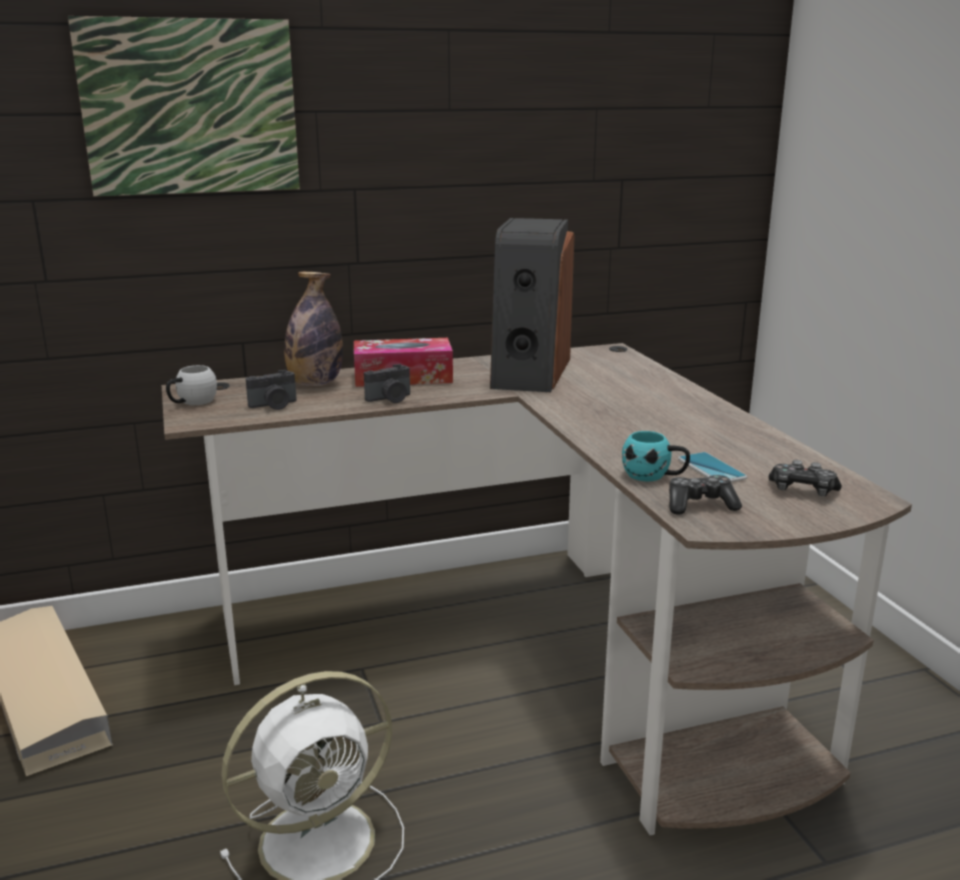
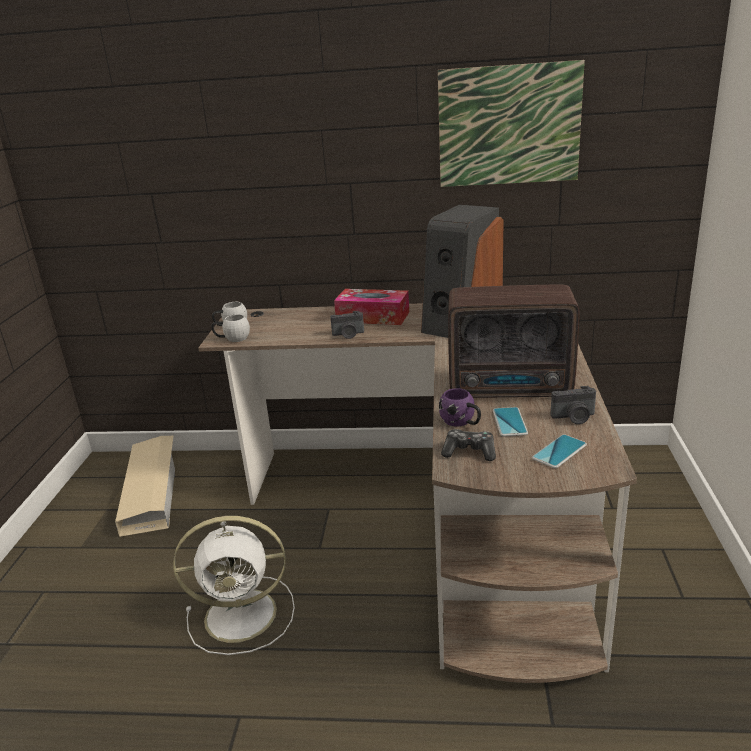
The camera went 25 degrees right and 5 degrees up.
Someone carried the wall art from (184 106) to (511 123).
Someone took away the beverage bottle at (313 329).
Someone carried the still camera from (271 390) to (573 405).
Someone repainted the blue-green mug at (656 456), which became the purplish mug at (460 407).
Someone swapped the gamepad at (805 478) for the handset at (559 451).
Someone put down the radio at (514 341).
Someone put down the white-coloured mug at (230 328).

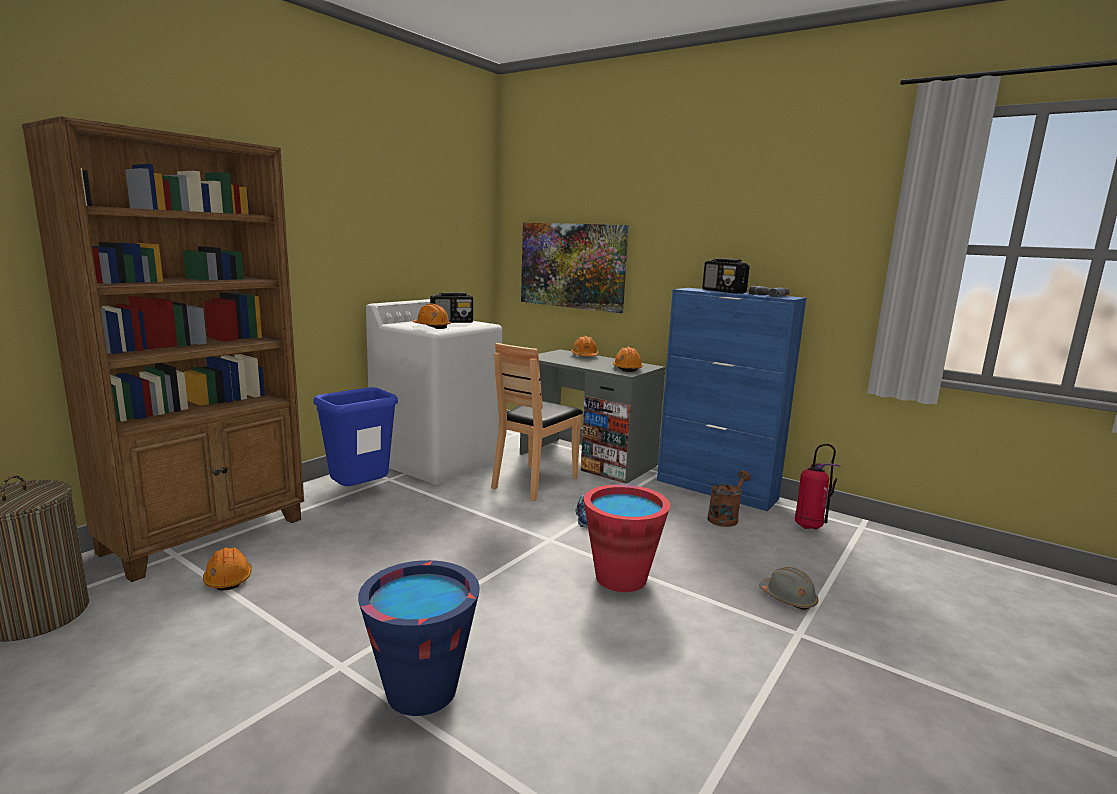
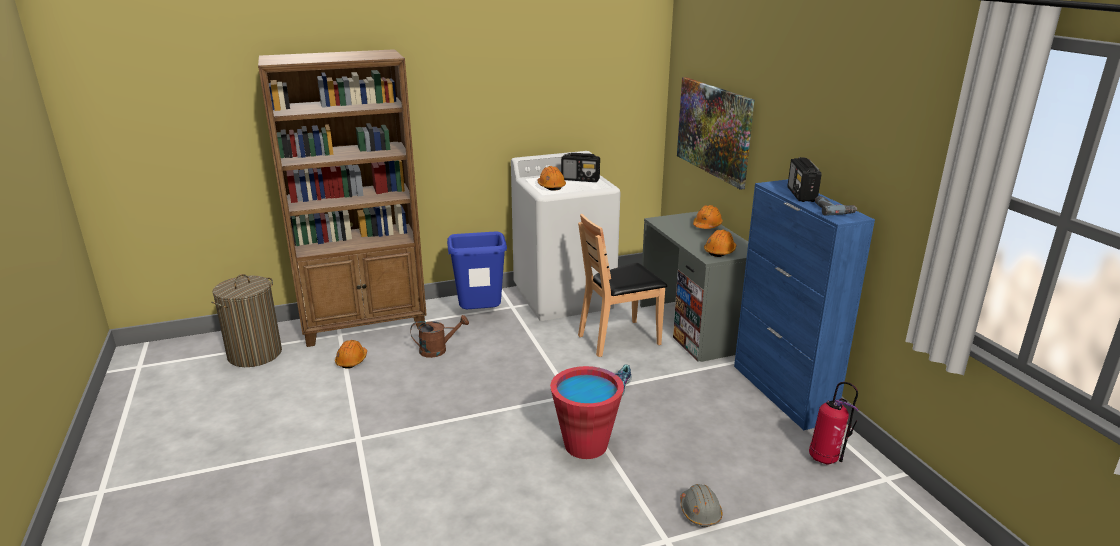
The camera went 35 degrees right and 10 degrees up.
Someone carried the brown sprinkling can from (729 498) to (439 336).
Someone took away the blue-coloured bucket at (419 638).

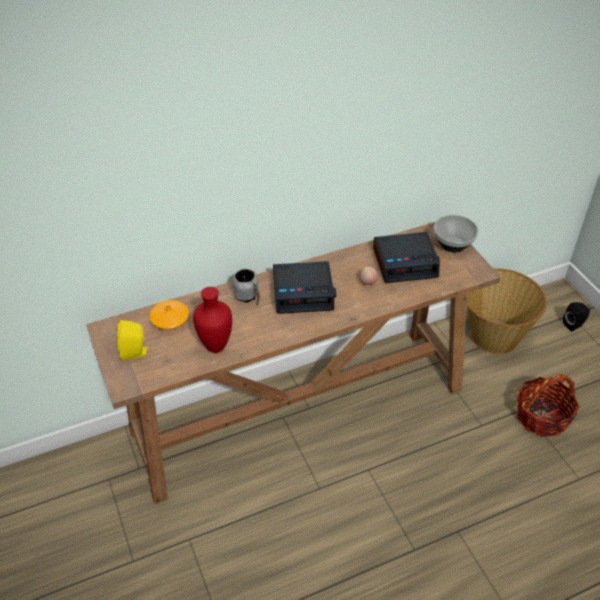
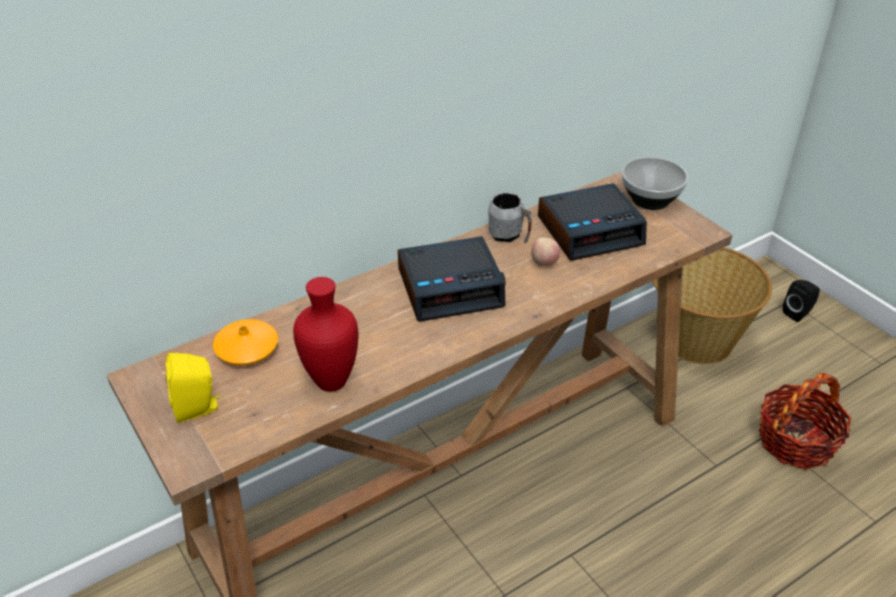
The camera went 10 degrees left and 5 degrees down.
Someone carried the greyish mug from (246 287) to (510 218).

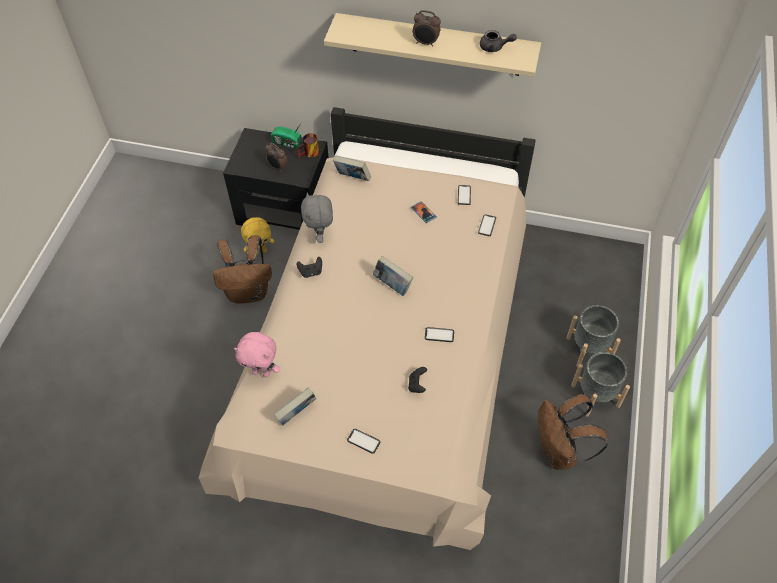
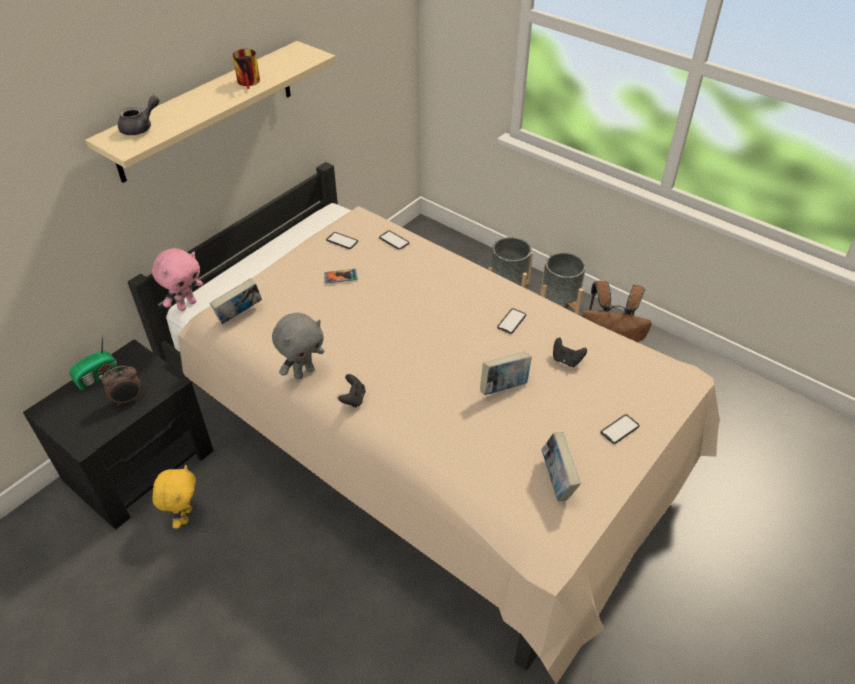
The camera went 65 degrees left and 10 degrees down.
Someone took away the table clock at (426 28).
Someone carried the greyish tea pot from (498 41) to (139 115).
Someone carried the mug from (308 145) to (246 69).
Someone rotated the greyish plush toy at (317 217) by 60 degrees counterclockwise.
Someone took away the brown knapsack at (242 269).
Someone carried the book from (393 276) to (506 373).
Someone carried the pinkish plush toy from (257 354) to (177 279).

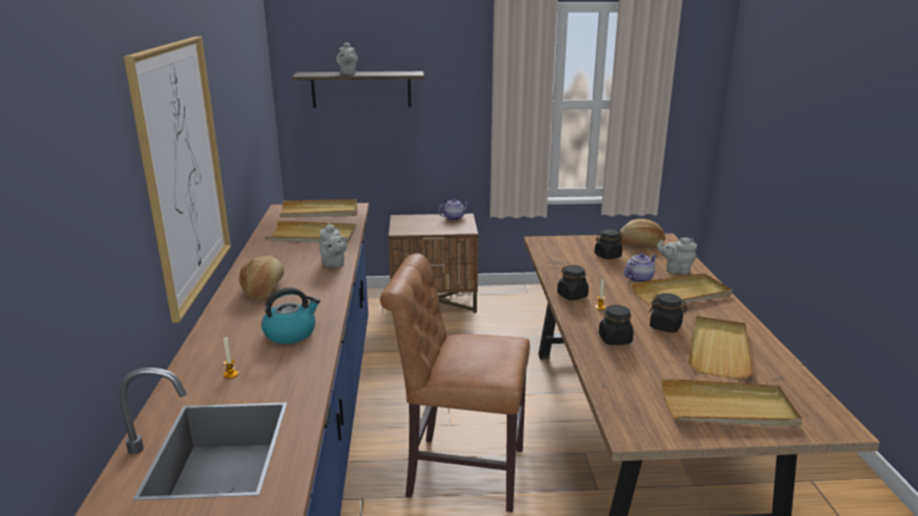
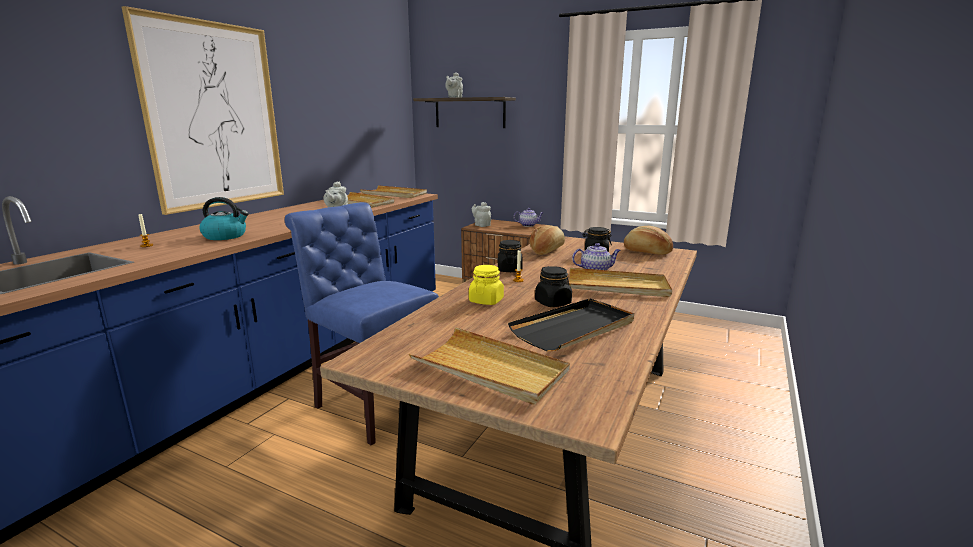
The camera went 30 degrees right and 5 degrees down.
Someone carried the greyish tea pot from (677 255) to (481 214).
Someone repainted the brown chair at (455 382), which became the blue-coloured chair at (362 323).
Someone carried the baked bread from (261 278) to (547 240).
Someone repainted the black preserve jar at (616 325), which became the yellow-coloured preserve jar at (486 285).
Someone repainted the sand-coloured tray at (721 347), which became the black tray at (571 324).

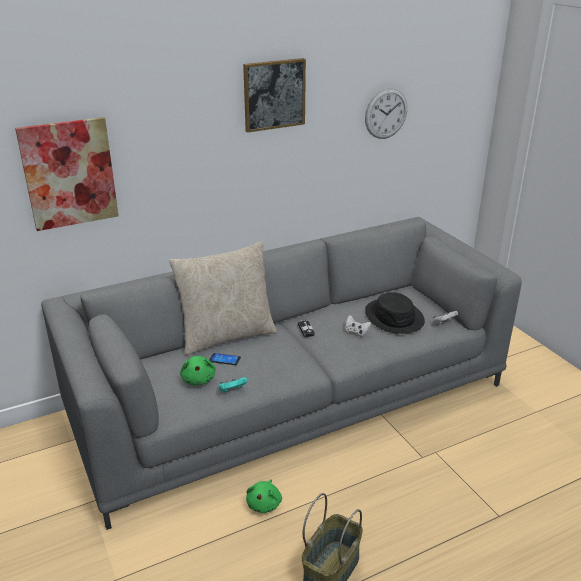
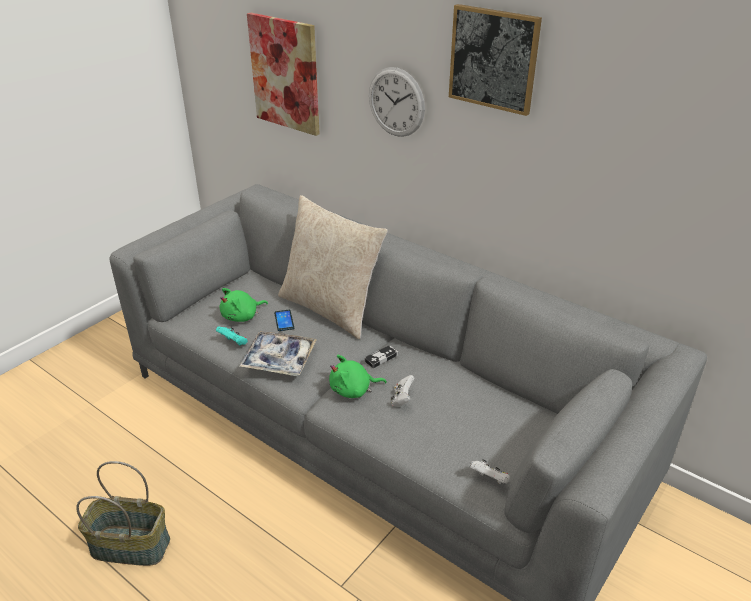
The camera went 65 degrees right and 5 degrees up.
Someone carried the hanging clock from (386 113) to (397 102).
Someone took away the black clothing hat at (395 313).
Someone carried the greenish plush toy from (264 496) to (358 376).
Someone put down the tray at (278 353).

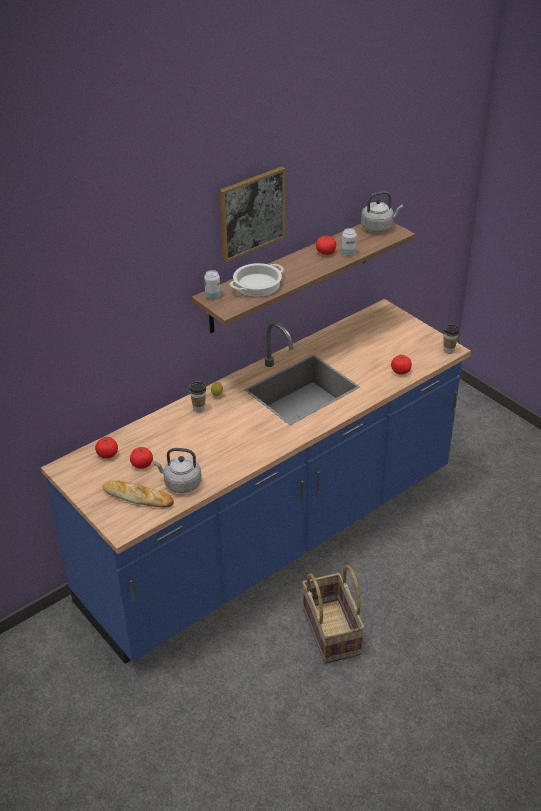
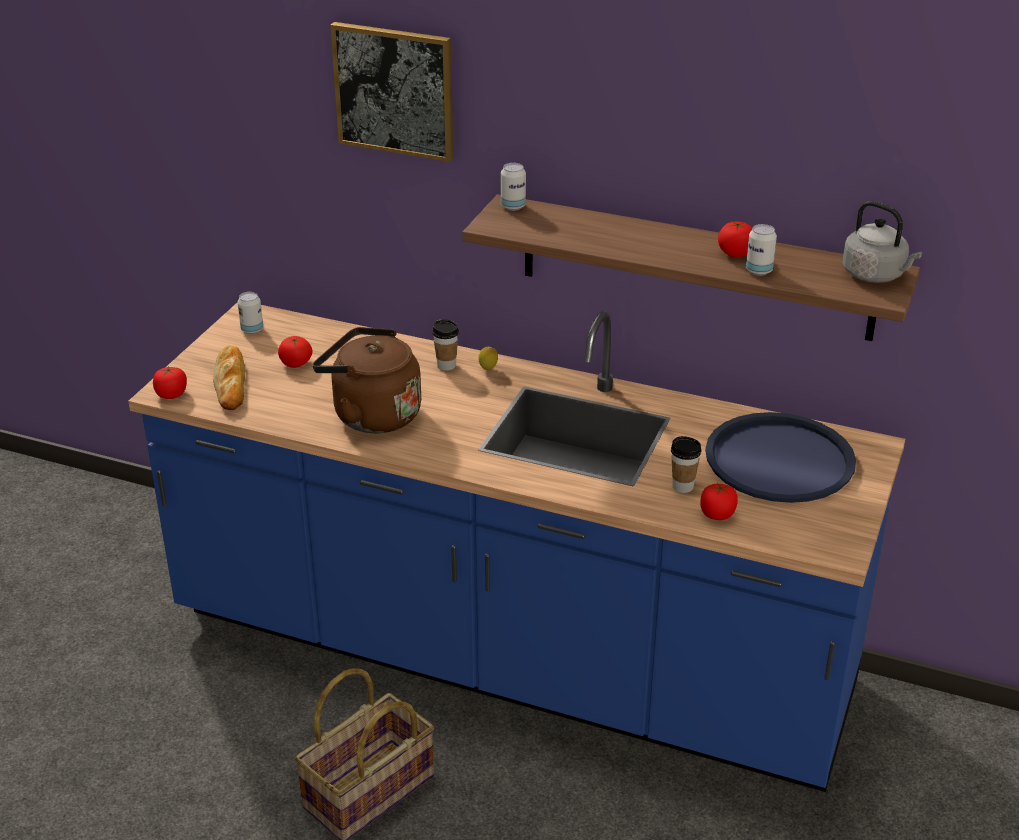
The camera went 60 degrees right and 5 degrees down.
Someone carried the wall art from (252 214) to (392 92).
Someone took away the stockpot at (257 280).
Someone carried the small cup from (451 339) to (686 464).
Someone carried the whole tomato from (106 448) to (170 382).
Someone took away the greyish tea kettle at (177 470).
Someone put down the can at (250 313).
Someone put down the brown tea kettle at (367 380).
Someone put down the blue-coloured tray at (780 457).

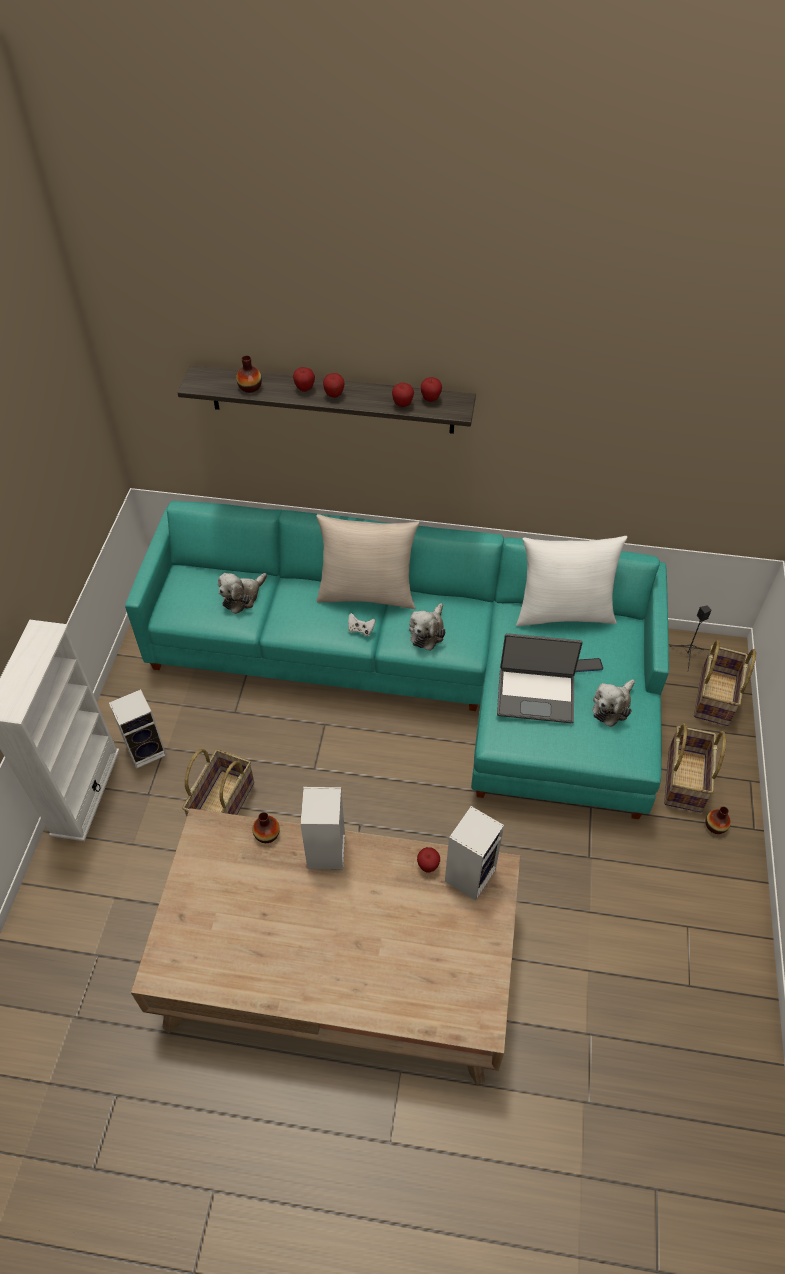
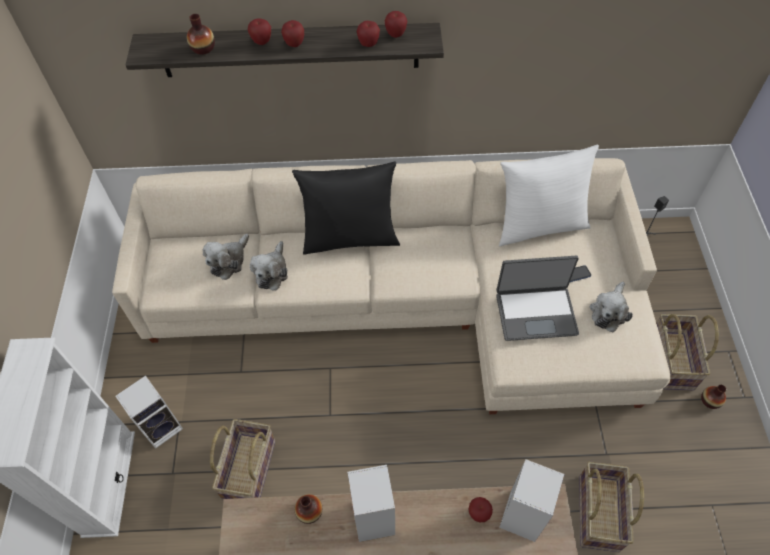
The camera went 10 degrees left and 5 degrees up.
Someone repainted the blue-green couch at (397 660), which became the sand-coloured couch at (391 286).
Someone repainted the sand-coloured pillow at (368 561), which became the black pillow at (346 208).
Someone carried the plush toy from (427 627) to (269 266).
Someone took away the white-coloured gamepad at (362 624).
Someone carried the household basket from (725 683) to (611 506).

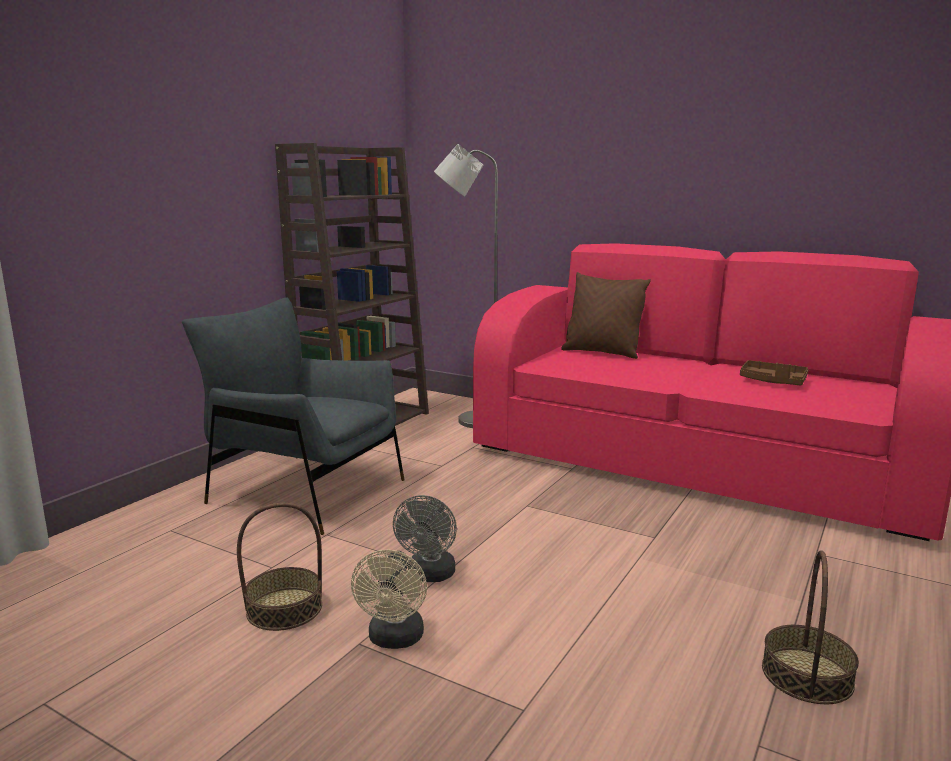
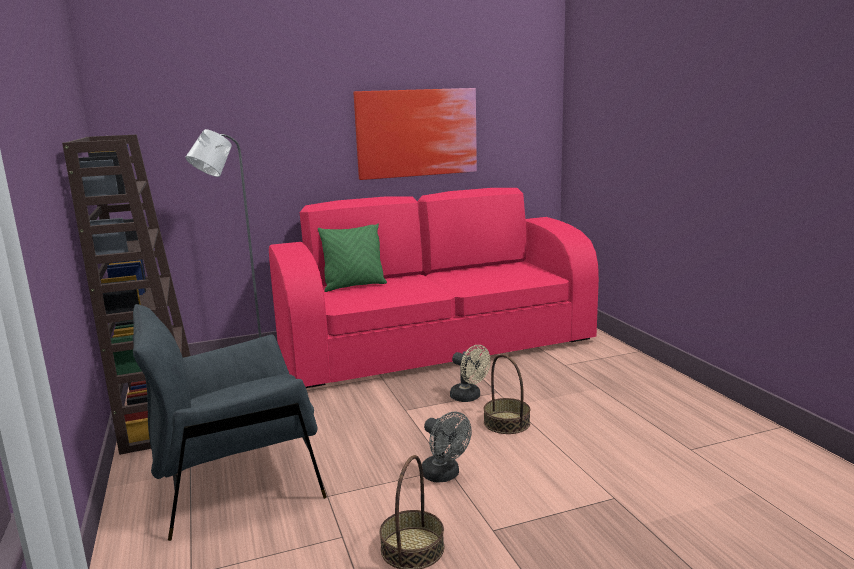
The camera went 50 degrees left and 0 degrees up.
Someone repainted the brown pillow at (606 315), which became the greenish pillow at (352 258).
Someone took away the brown tray at (774 372).
Someone carried the sand-coloured fan from (389 599) to (470 373).
Someone carried the household basket from (810 627) to (507 394).
Someone put up the wall art at (415 134).

